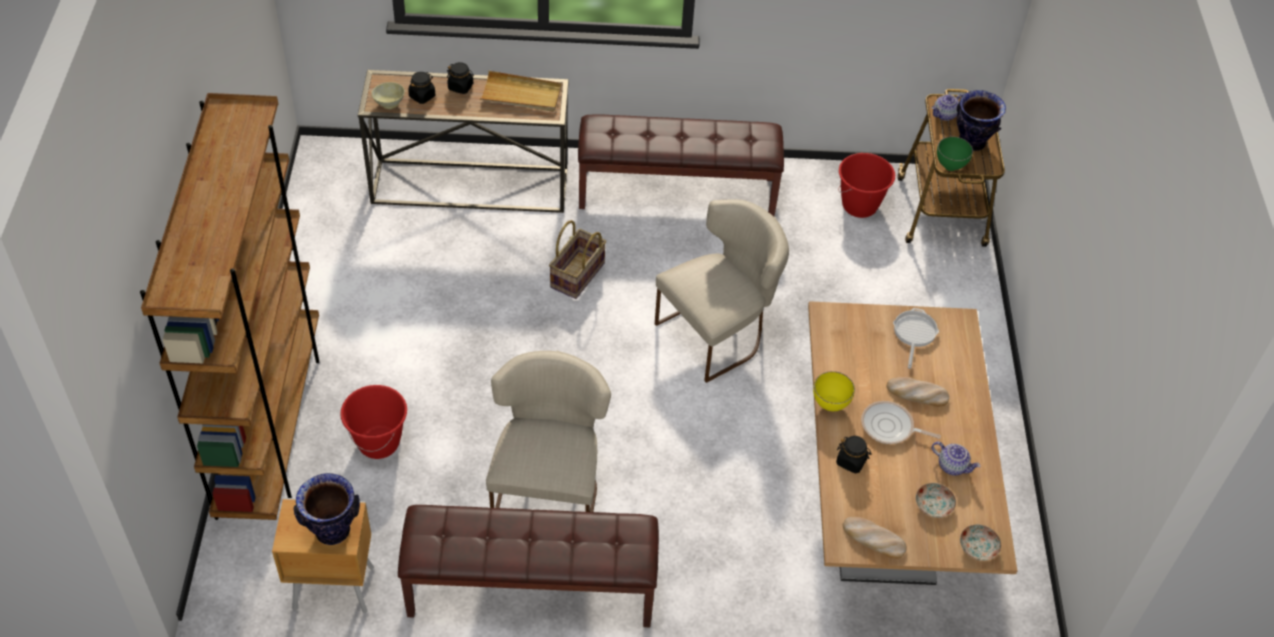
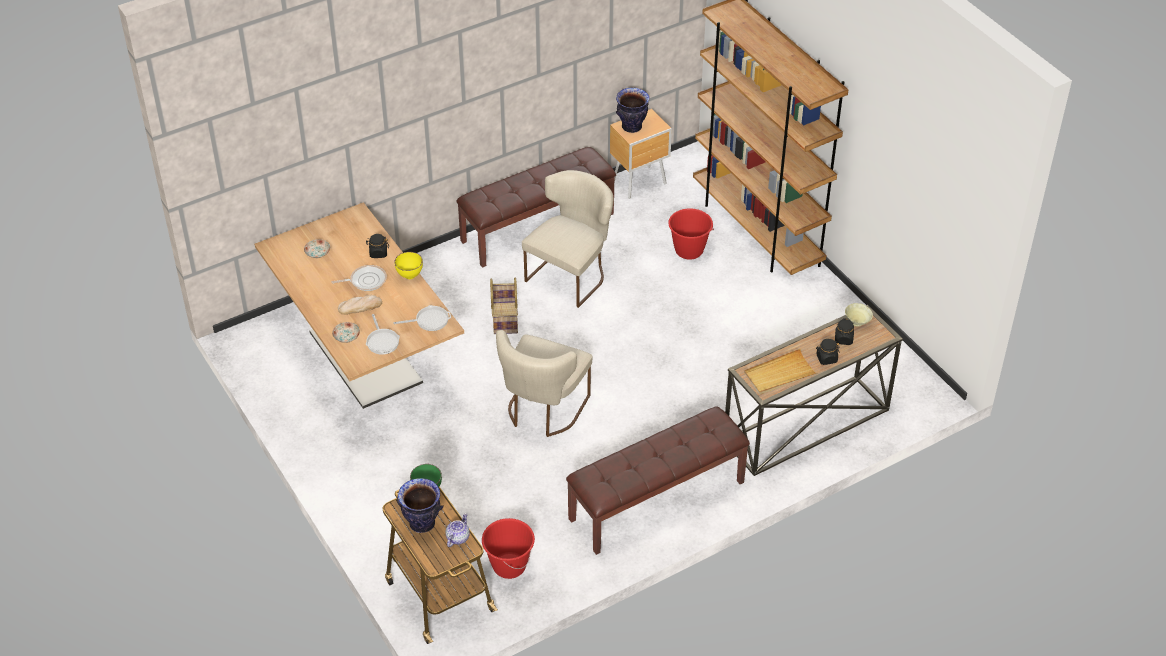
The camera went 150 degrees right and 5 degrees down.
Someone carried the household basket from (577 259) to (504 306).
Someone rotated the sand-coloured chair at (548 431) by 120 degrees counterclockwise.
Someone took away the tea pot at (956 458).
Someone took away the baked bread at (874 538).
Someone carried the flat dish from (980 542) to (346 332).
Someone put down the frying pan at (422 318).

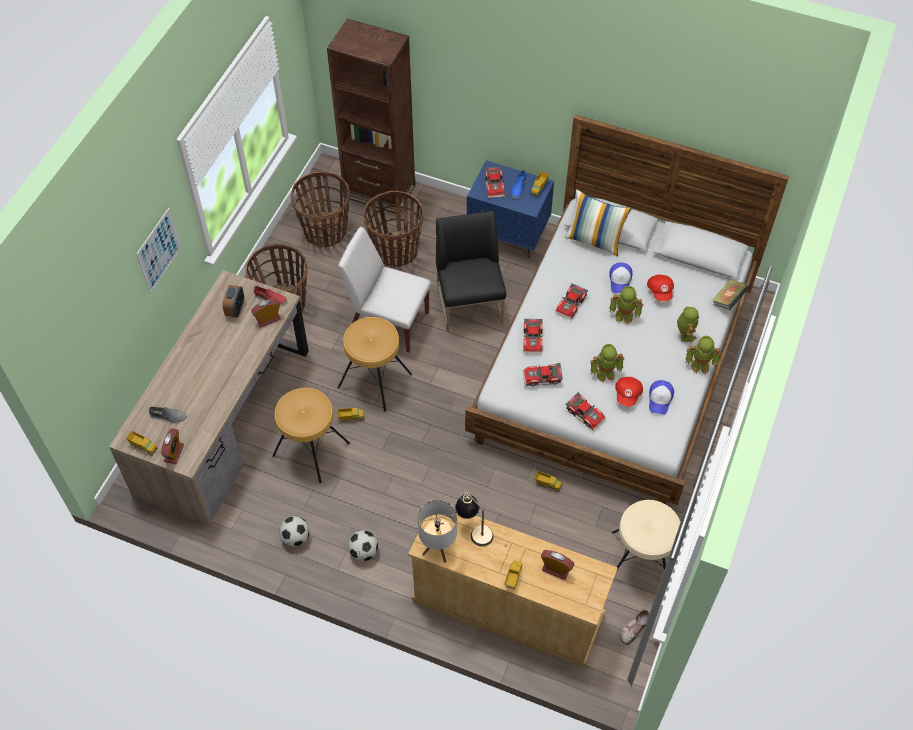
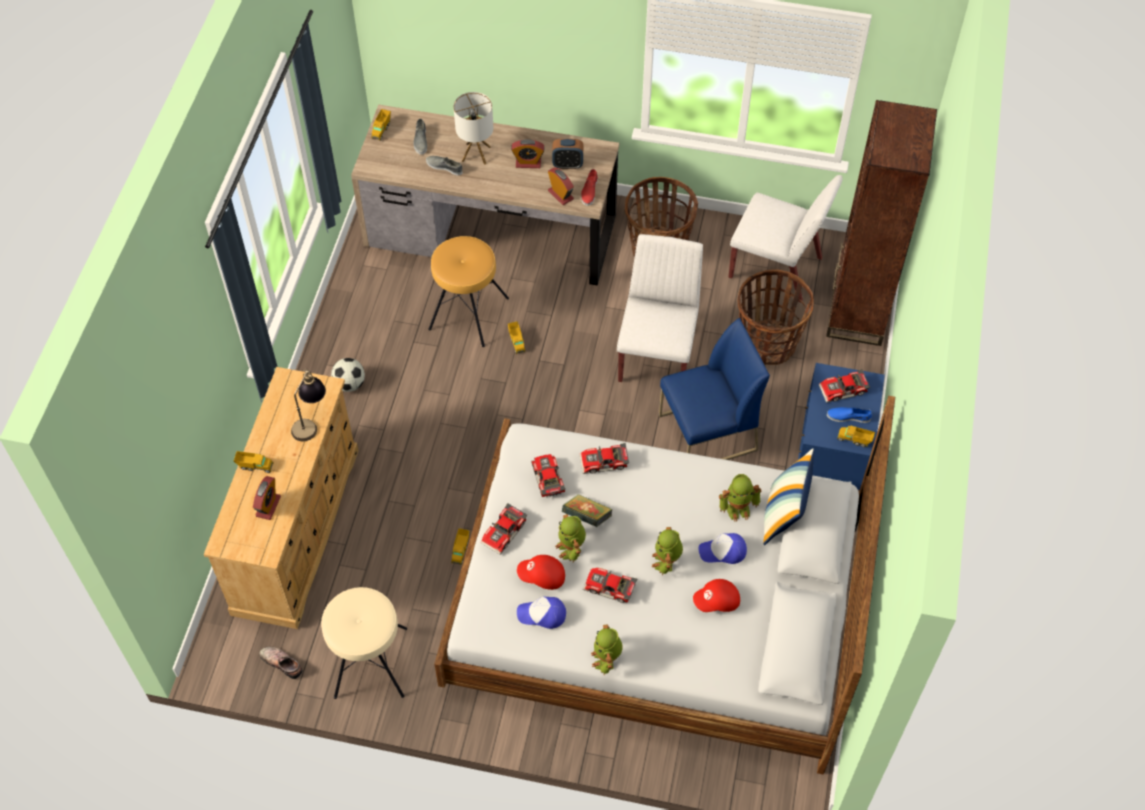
The camera went 80 degrees right and 0 degrees up.
Someone swapped the household basket at (320 210) for the white-coloured chair at (786 238).
Someone took away the wall art at (158 251).
Someone repainted the black chair at (471 271), which became the blue-coloured chair at (714 389).
Someone carried the book from (730 294) to (587 510).
Someone carried the miniature car from (571 301) to (610 585).
Someone carried the robot figure from (688 324) to (740 498).
Someone took away the brown sitting stool at (375 364).
Someone carried the table clock from (172 446) to (528 153).
Someone carried the table lamp from (437 531) to (473 128).
Someone took away the football at (294 531).
Someone put down the greyish shoe at (444 166).

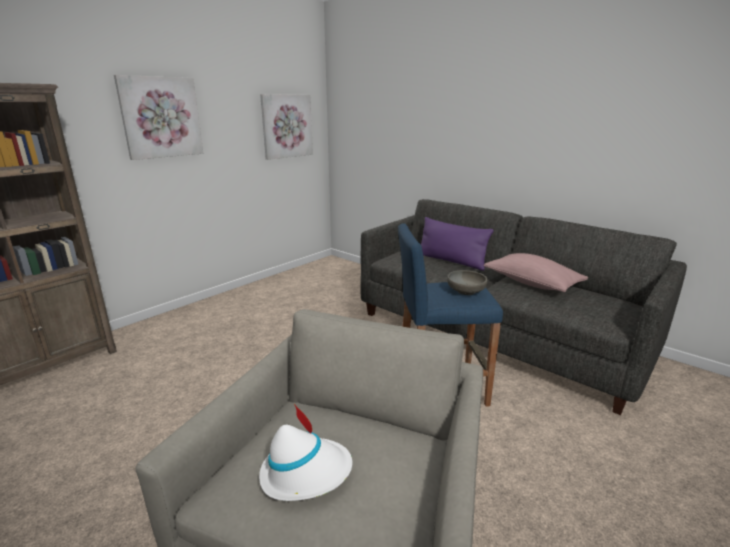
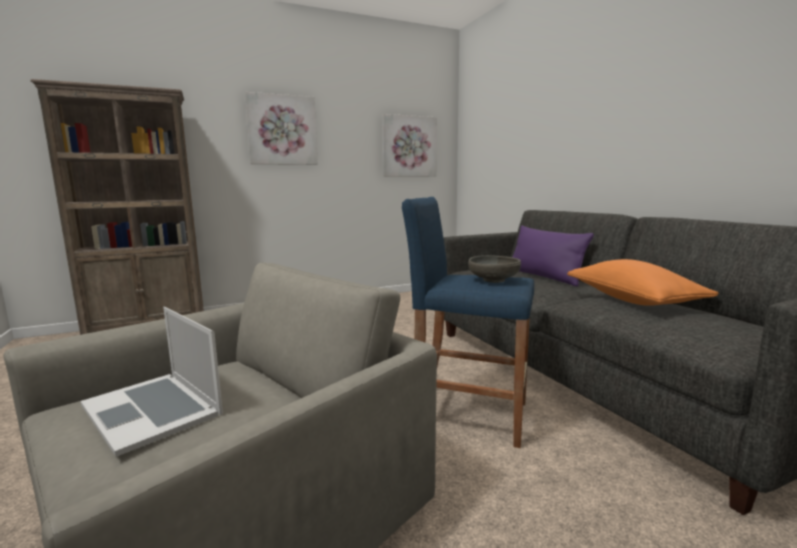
The camera went 25 degrees right and 10 degrees down.
Someone repainted the pinkish pillow at (535 272), which became the orange pillow at (643 282).
Someone swapped the white-coloured clothing hat at (306 452) for the laptop at (152 382).

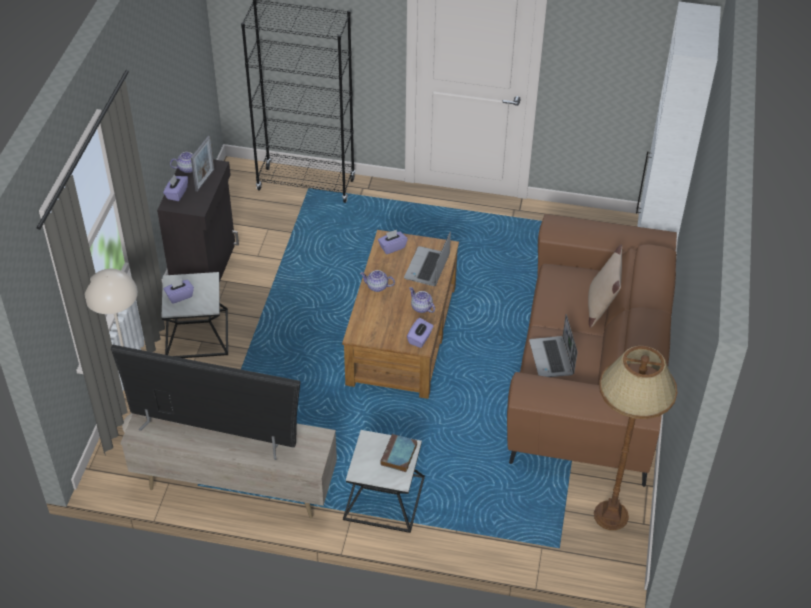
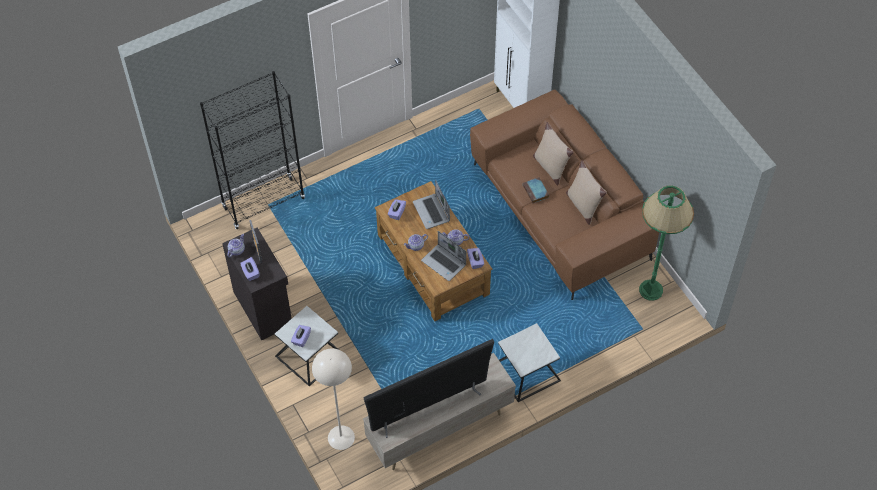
The camera went 40 degrees left and 10 degrees up.
Someone carried the laptop from (553 345) to (443 256).
Someone repainted the brown standard lamp at (635 438), which became the greenish standard lamp at (666 243).
Someone carried the book from (398 453) to (536 190).
Someone put down the sand-coloured pillow at (586 192).

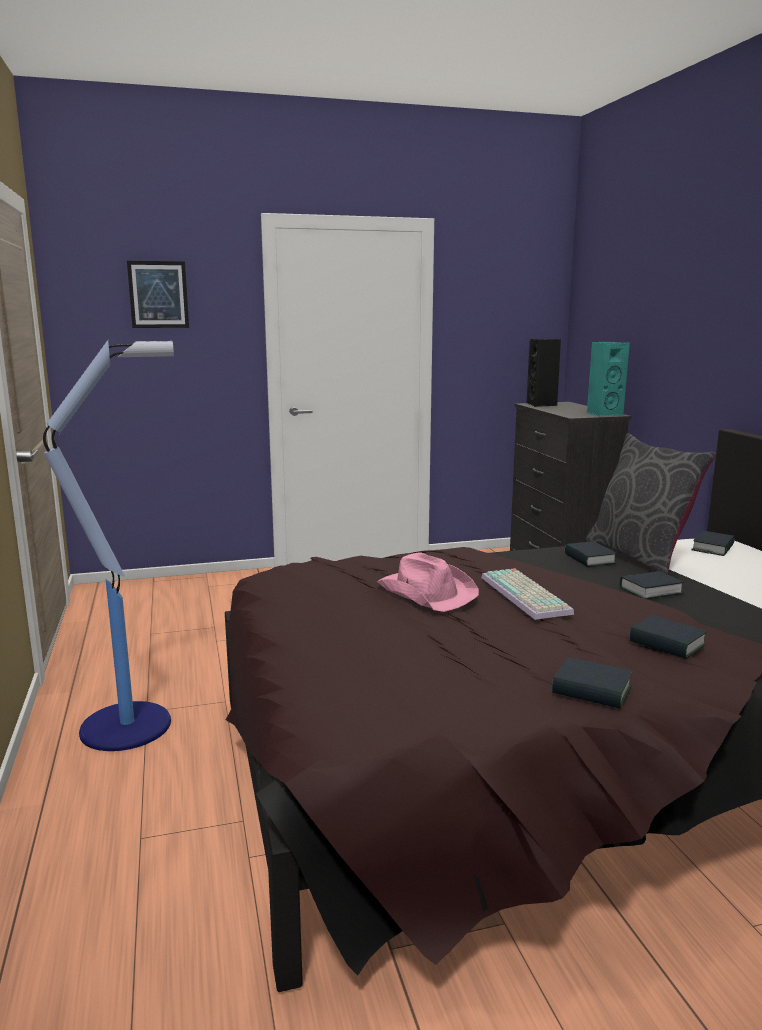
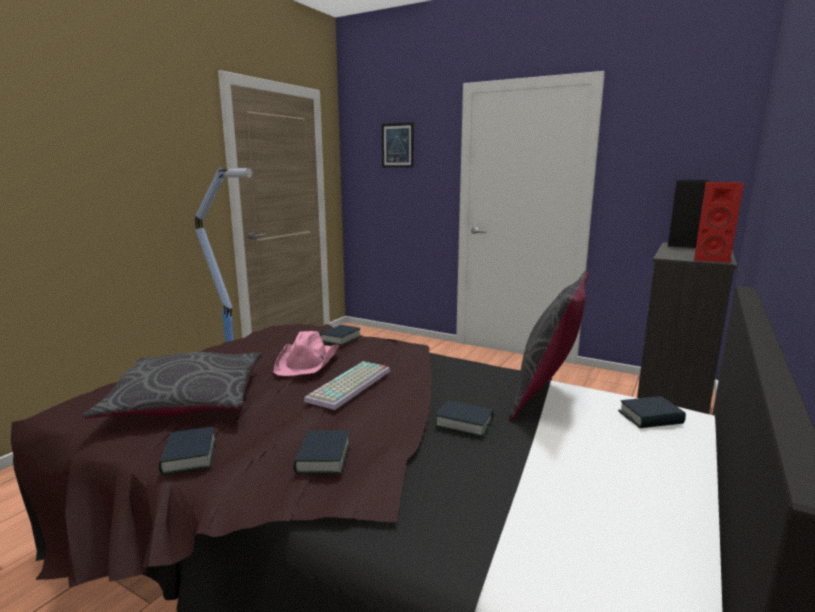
The camera went 45 degrees right and 0 degrees up.
Someone repainted the blue-green audio speaker at (608 379), which became the reddish audio speaker at (719 222).
Someone carried the book from (591 554) to (341 335).
Someone put down the greyish pillow at (172 385).

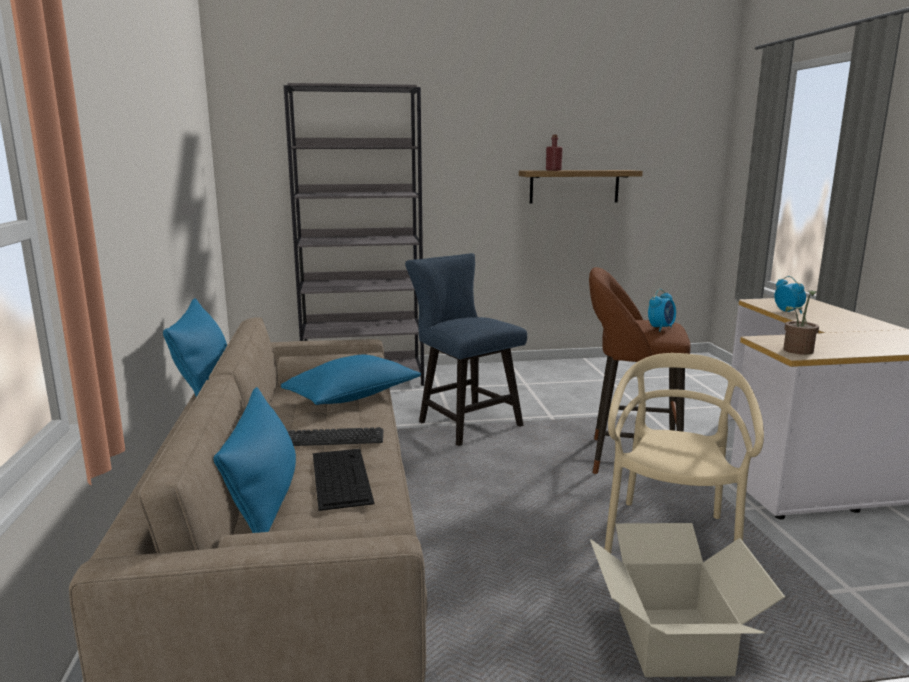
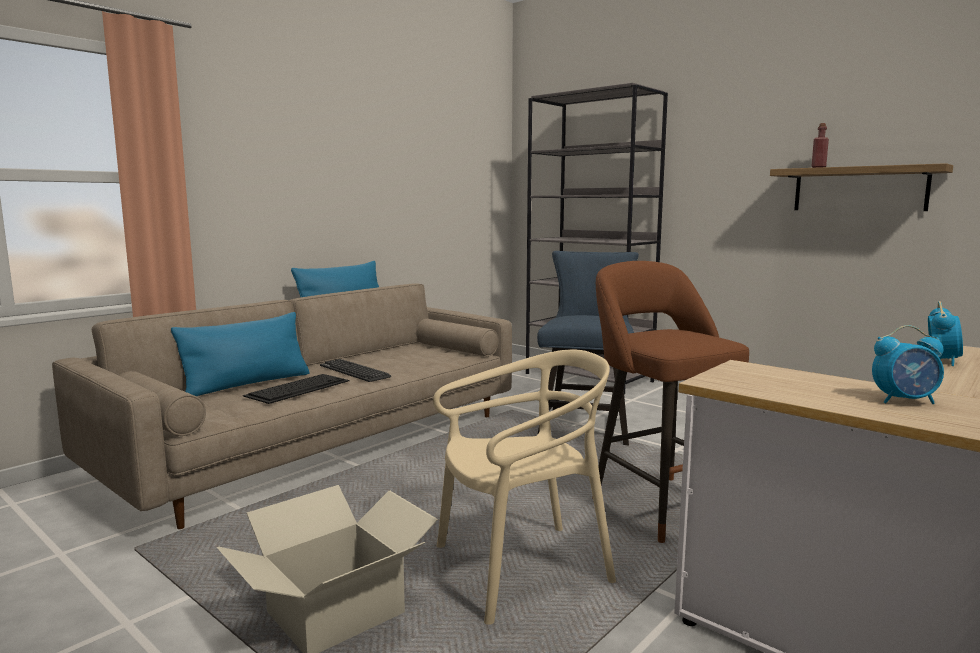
The camera went 50 degrees right and 5 degrees down.
Someone carried the table clock from (662 310) to (908 364).
Someone took away the houseplant at (801 322).
Someone took away the blue-coloured pillow at (351 380).

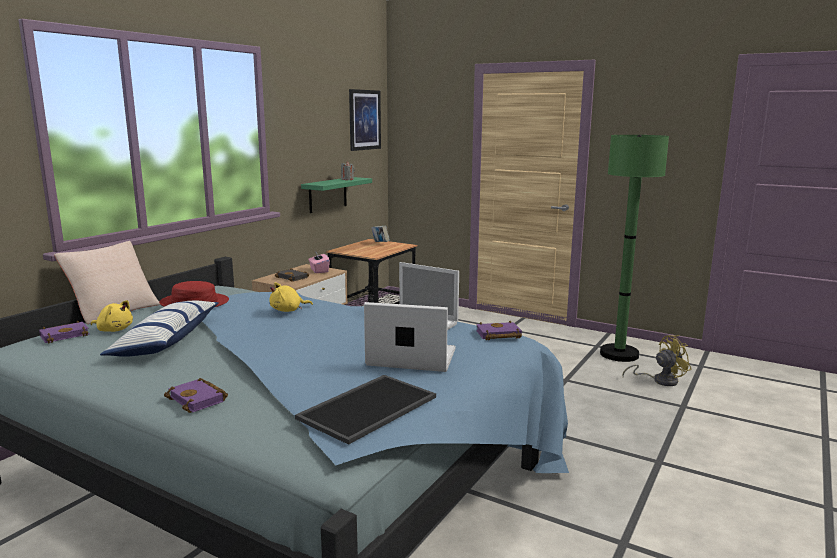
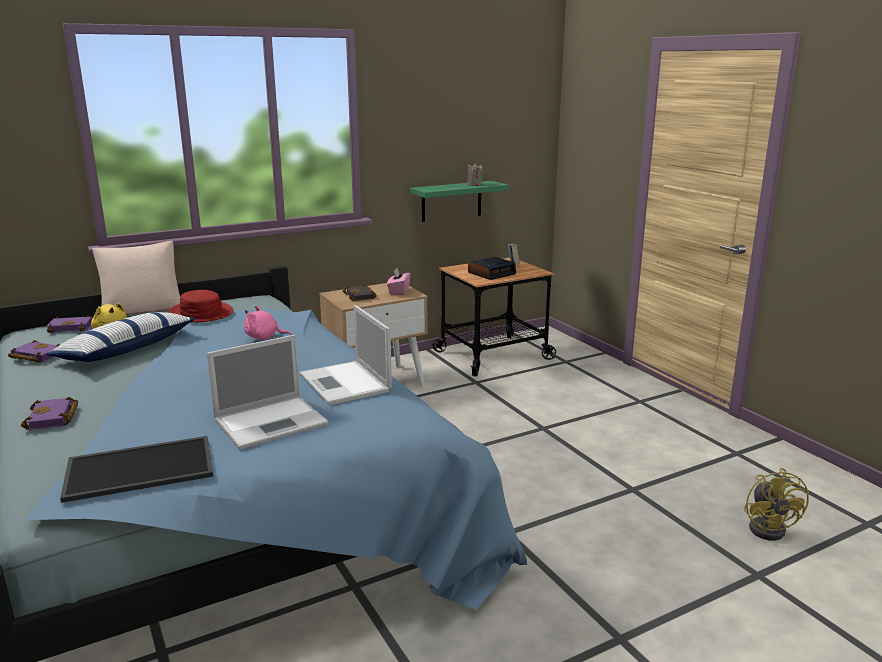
The camera went 30 degrees right and 5 degrees up.
Someone took away the wall art at (365 120).
Someone took away the greenish standard lamp at (634 248).
Someone repainted the yellow-coloured plush toy at (291 297), which became the pinkish plush toy at (268 323).
Someone rotated the laptop at (410 337) by 105 degrees clockwise.
Someone carried the purplish book from (499 330) to (34 351).
Someone rotated the yellow-coloured fan at (657 360) by 75 degrees clockwise.
Someone put down the table clock at (492 268).

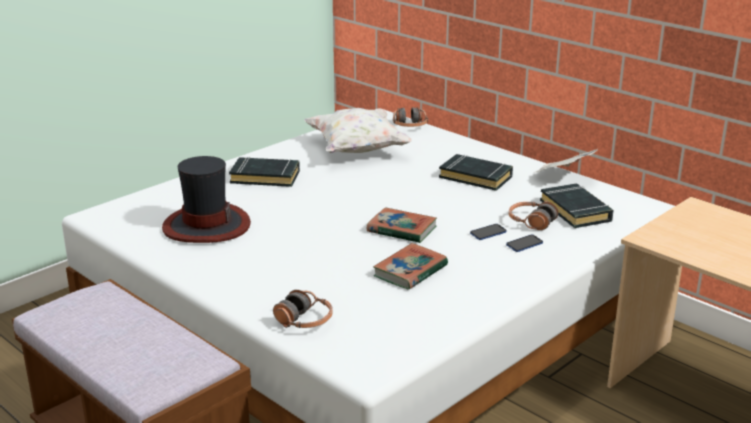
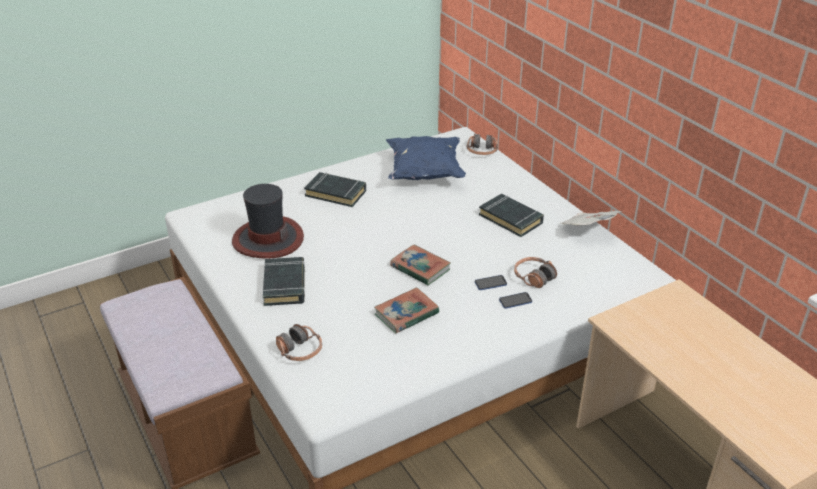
The camera went 15 degrees right and 10 degrees up.
Someone repainted the white-coloured pillow at (358 130), which became the blue-coloured pillow at (426 158).
Someone carried the black book from (577 206) to (284 281).

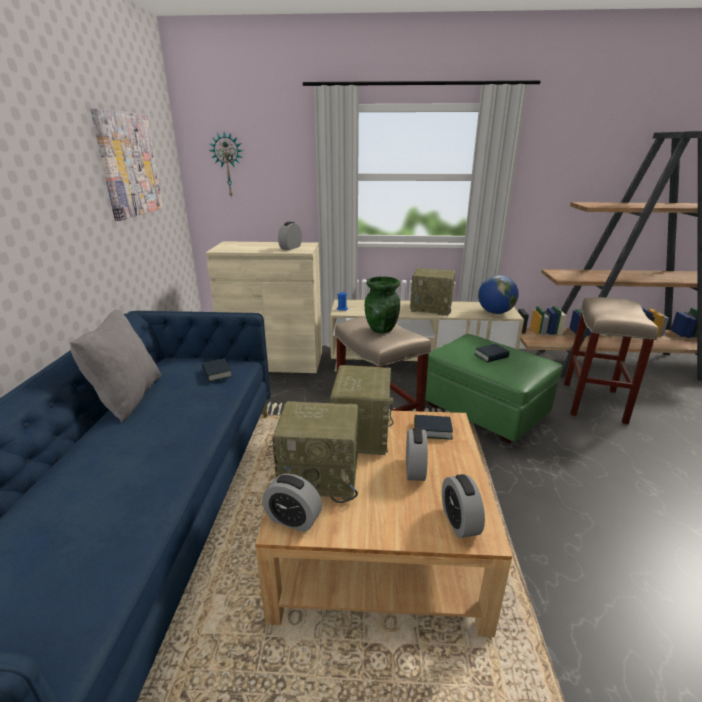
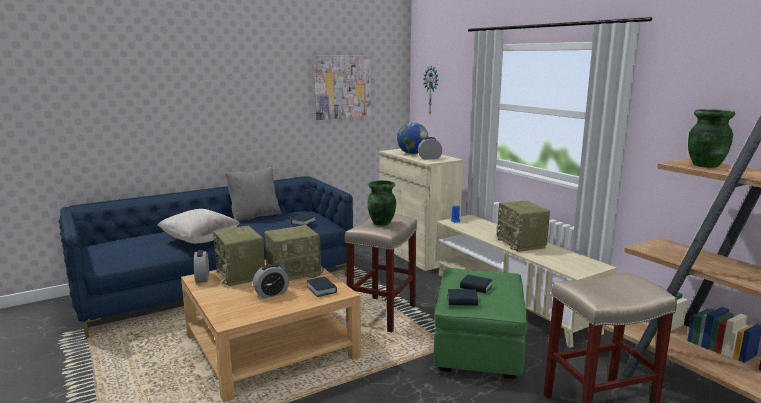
The camera went 55 degrees right and 10 degrees down.
Someone carried the globe from (498 294) to (413 138).
Someone took away the table clock at (463 506).
Someone put down the greenish vase at (711 138).
Someone put down the sand-coloured pillow at (198 226).
Someone put down the book at (462 297).

